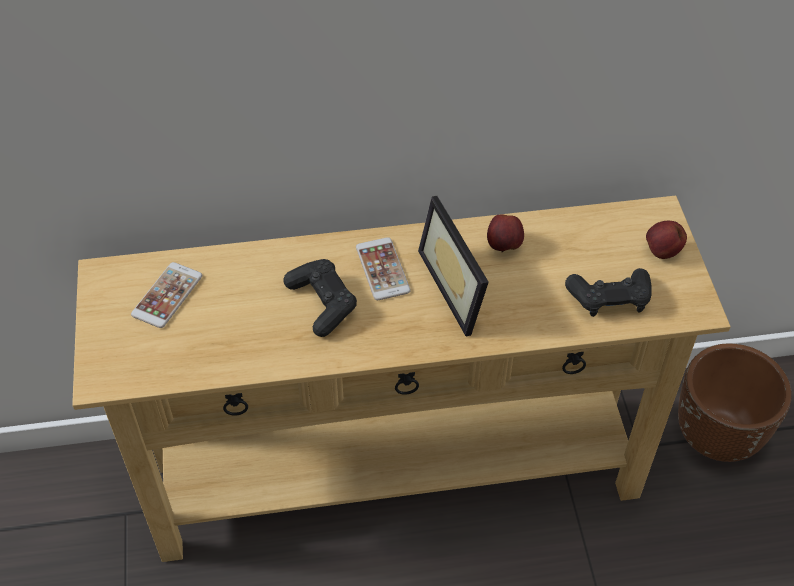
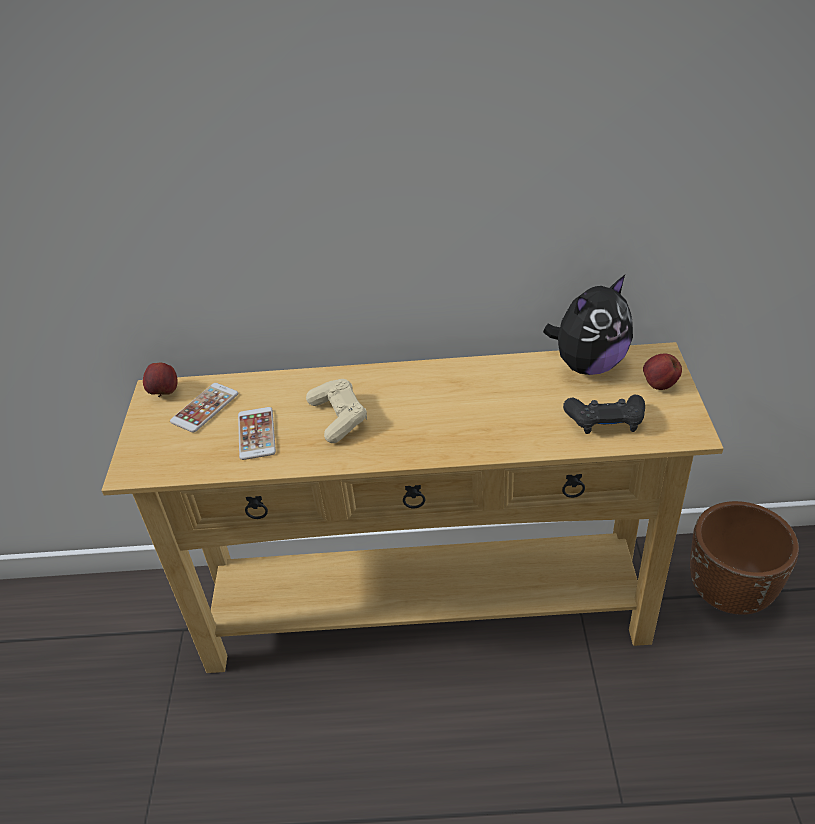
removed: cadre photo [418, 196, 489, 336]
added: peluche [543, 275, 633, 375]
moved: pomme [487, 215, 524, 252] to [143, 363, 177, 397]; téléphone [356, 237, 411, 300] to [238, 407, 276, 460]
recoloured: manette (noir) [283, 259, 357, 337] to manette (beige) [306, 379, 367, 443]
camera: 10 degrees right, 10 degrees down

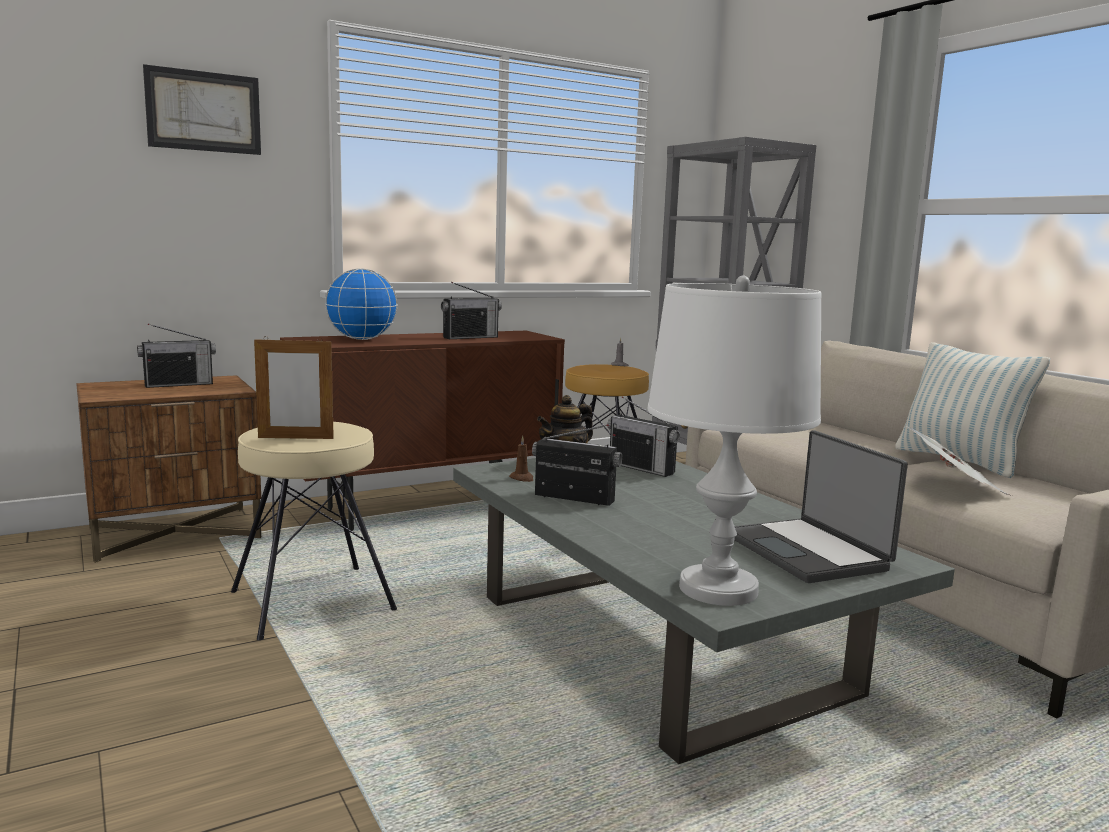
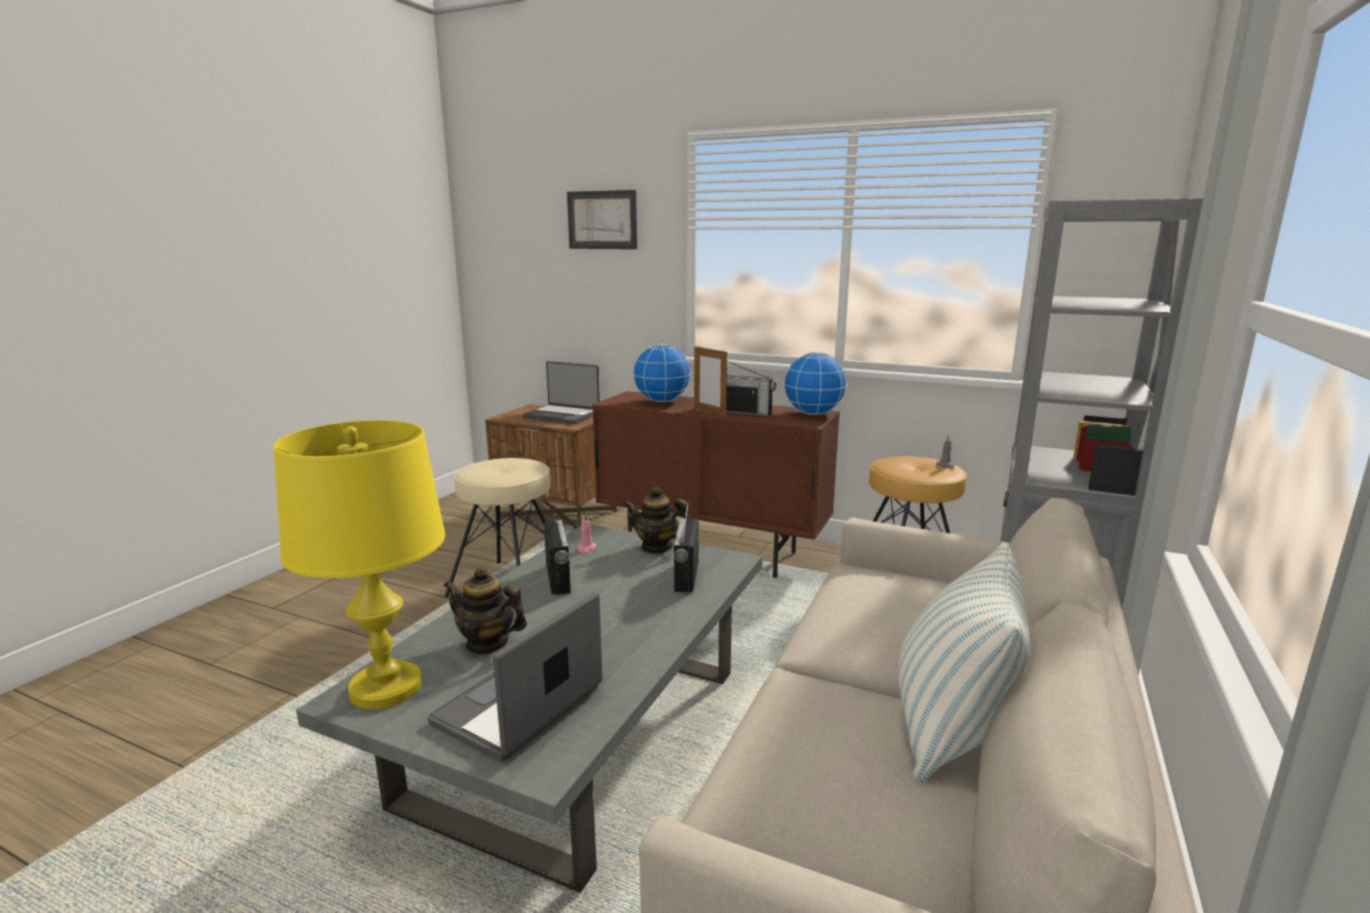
removed: journal [903, 425, 1012, 496]
added: théière [444, 567, 527, 655]; globe [784, 352, 847, 415]
moved: cadre photo [254, 336, 334, 439] to [694, 346, 727, 417]
replaced: radio [137, 324, 216, 388] to ordinateur portable [522, 361, 600, 424]
recoloured: lampe de table (blanc) [647, 276, 822, 606] to lampe de table (jaune) [274, 420, 445, 709]; bougie (marron) [509, 436, 533, 482] to bougie (rose) [577, 513, 597, 554]
camera: 55 degrees right, 5 degrees up

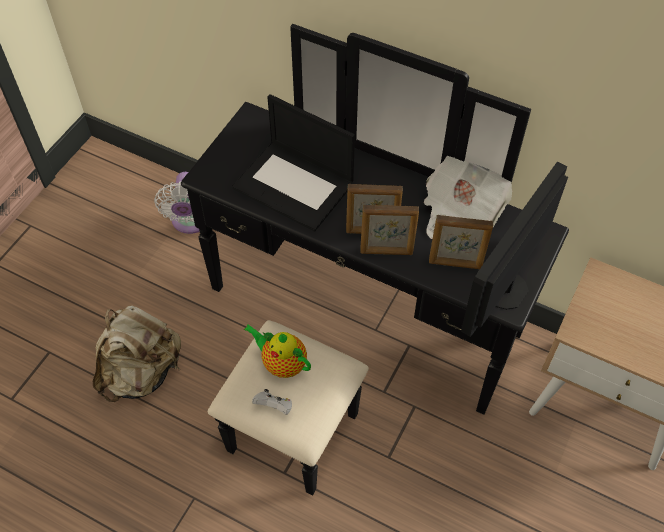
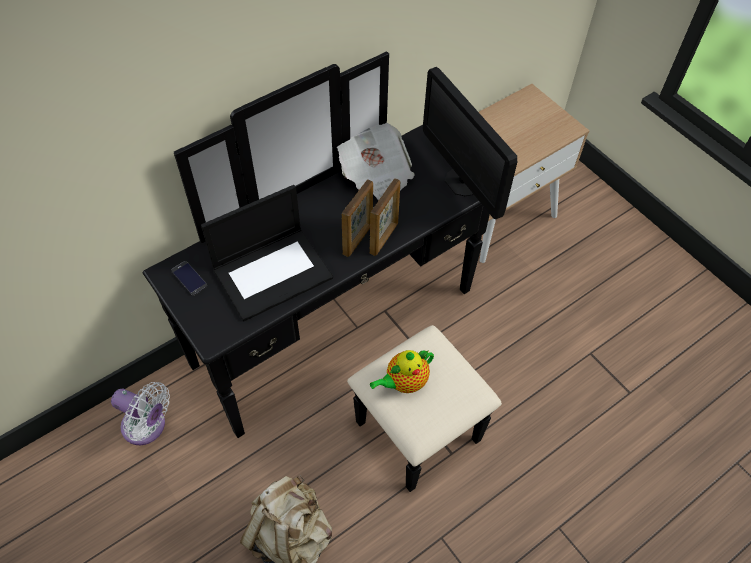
removed: manette (blanc) [252, 389, 292, 415]; cadre photo [429, 215, 493, 269]
added: téléphone [171, 261, 207, 295]
camera: 65 degrees left, 0 degrees up

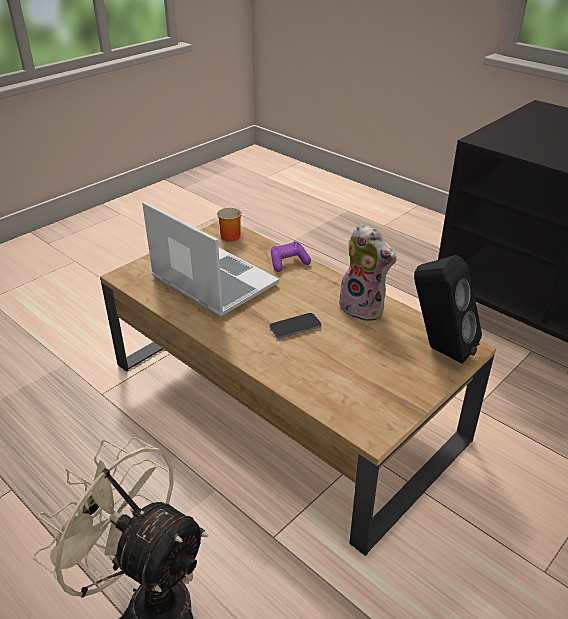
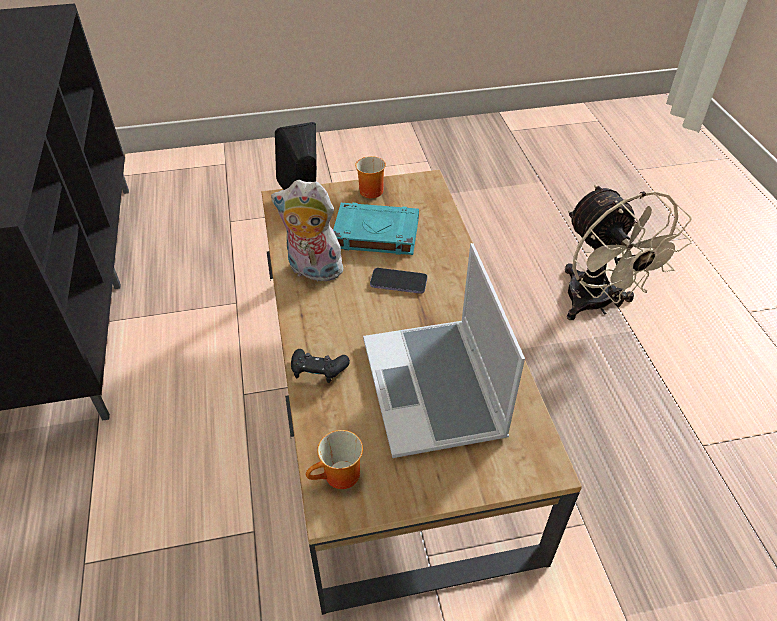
added: livre (turquoise) [333, 203, 419, 255]; mug [355, 156, 386, 198]
recoloured: manette (violet) [271, 241, 311, 272] to manette (noir) [291, 349, 350, 383]
turned: peluche [339, 223, 397, 322] = [271, 180, 346, 281] 60 degrees counterclockwise
camera: 145 degrees left, 10 degrees up

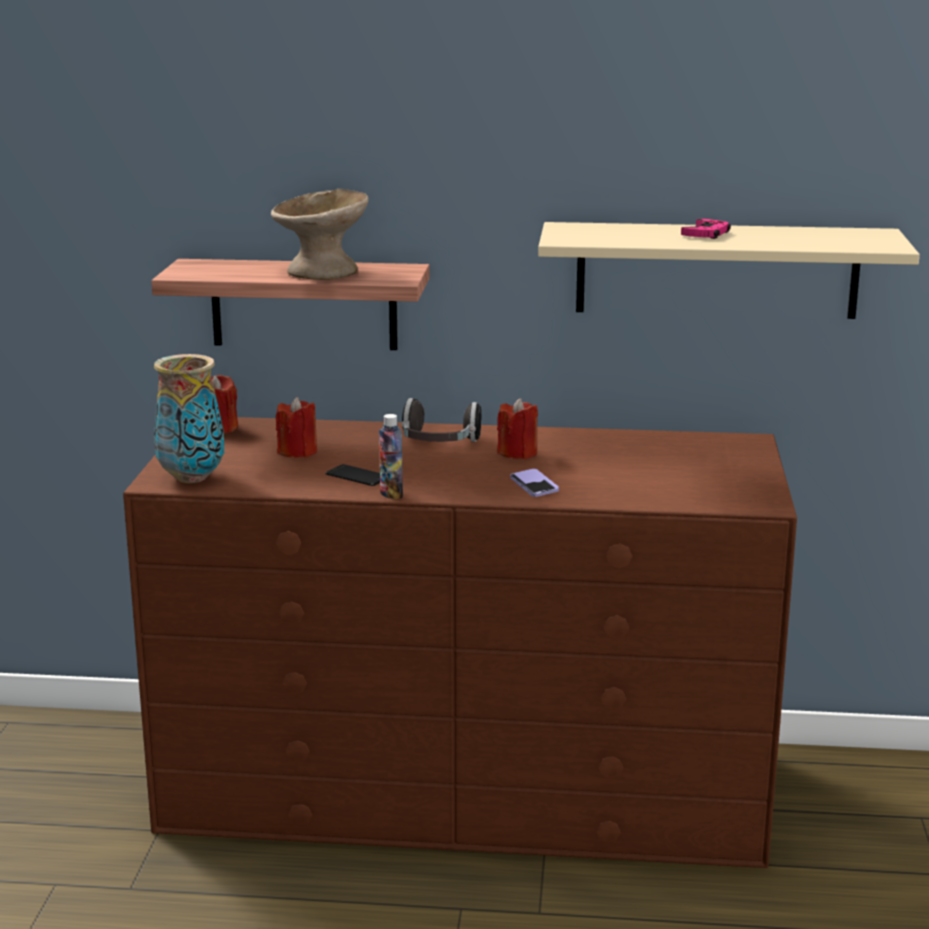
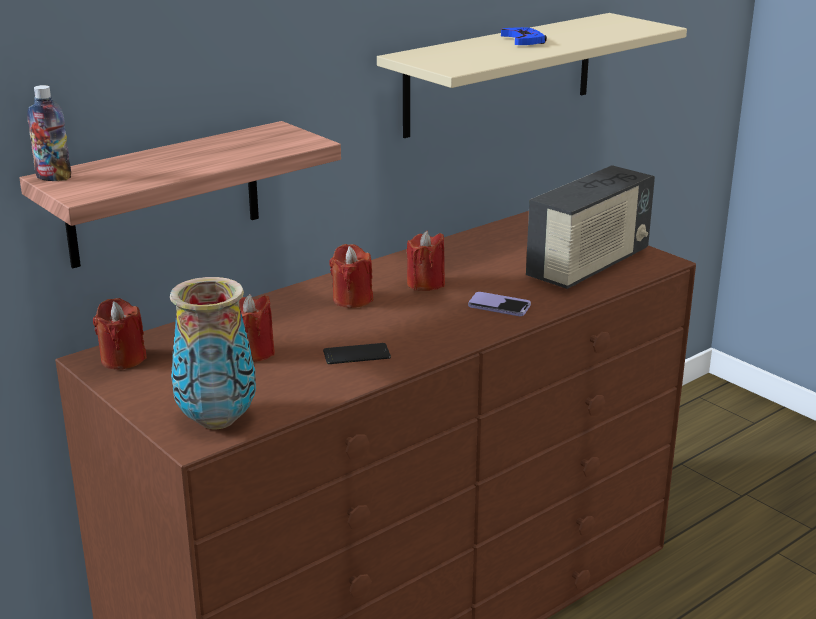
removed: bol (beige) [271, 189, 369, 280]
added: radio [526, 165, 655, 289]
moved: bouteille [379, 414, 403, 500] to [27, 85, 71, 181]
replaced: casque audio [401, 398, 481, 442] to bougie (rouge) [330, 244, 373, 308]
recoloured: manette (rose) [681, 219, 731, 239] to manette (bleu) [501, 27, 547, 45]
camera: 45 degrees left, 5 degrees up

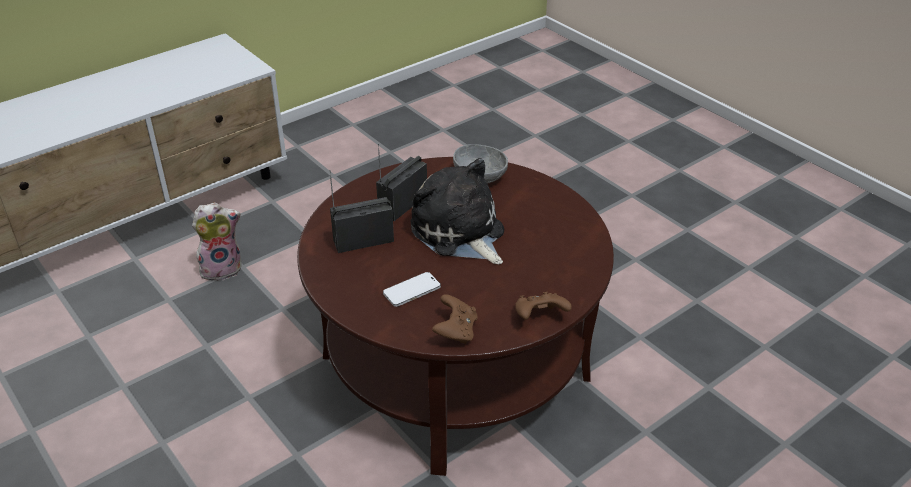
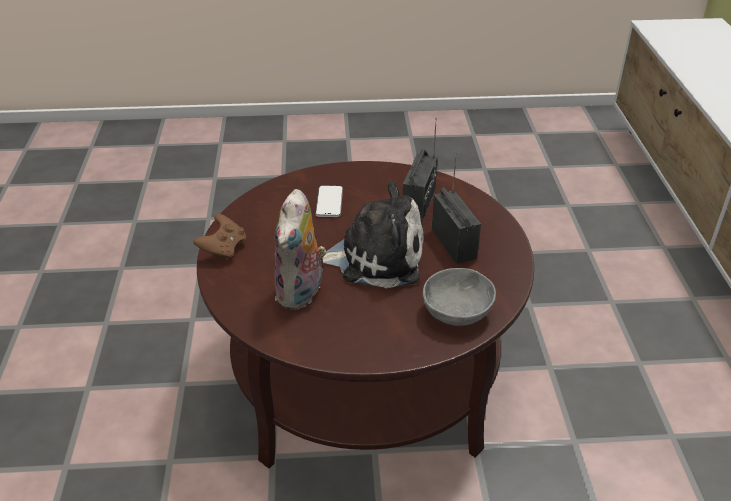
removed: manette (marron) [432, 294, 478, 344]
moved: peluche [192, 202, 242, 281] to [274, 189, 327, 310]
camera: 125 degrees right, 0 degrees up

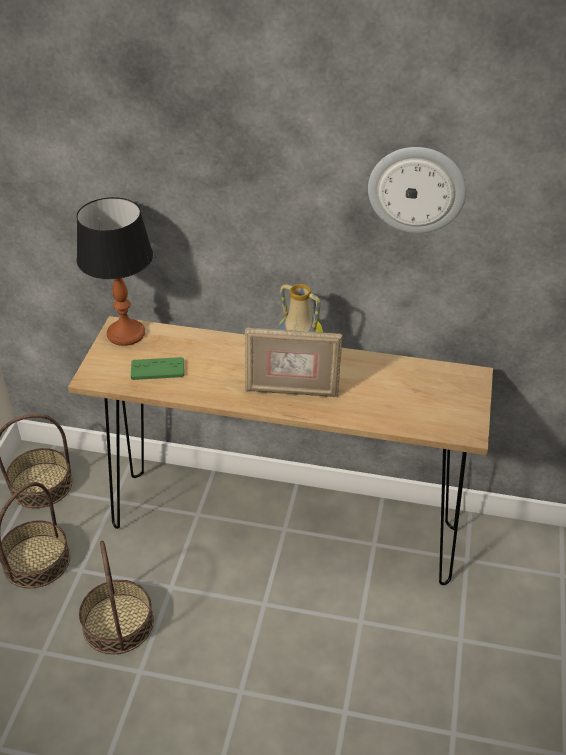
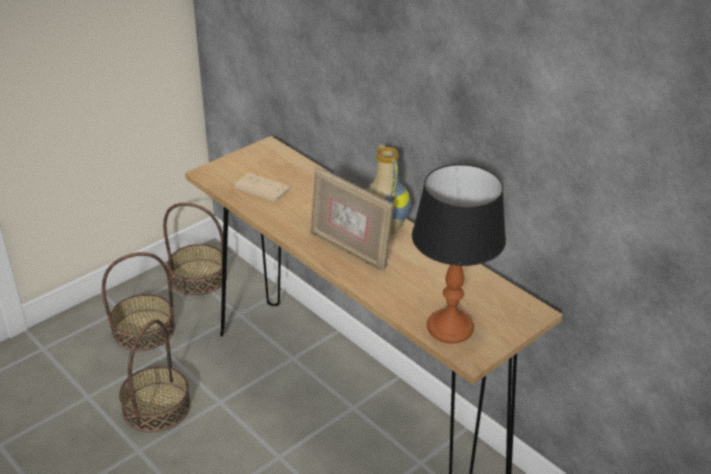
removed: horloge murale [368, 147, 466, 233]
moved: lampe de table [77, 197, 153, 346] to [412, 164, 506, 343]
recoloured: manette (vert) [131, 357, 184, 380] to manette (beige) [235, 173, 290, 202]
camera: 35 degrees right, 5 degrees down

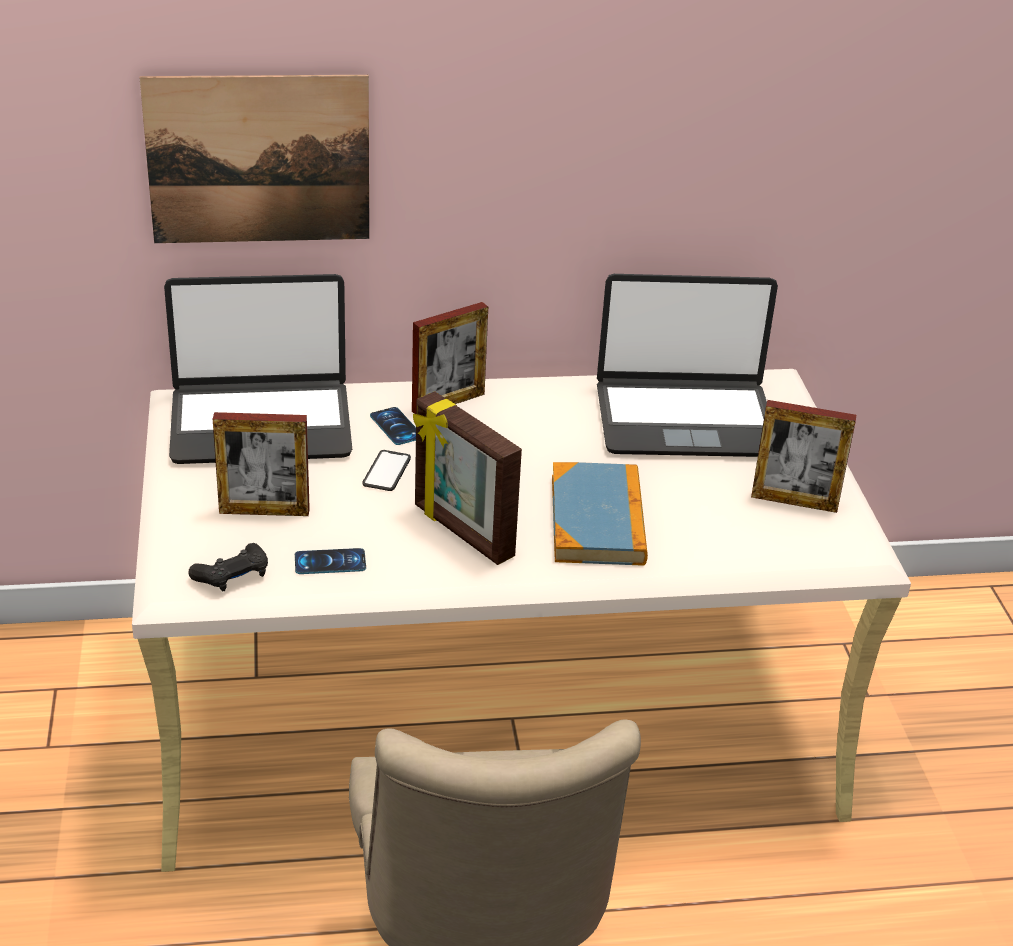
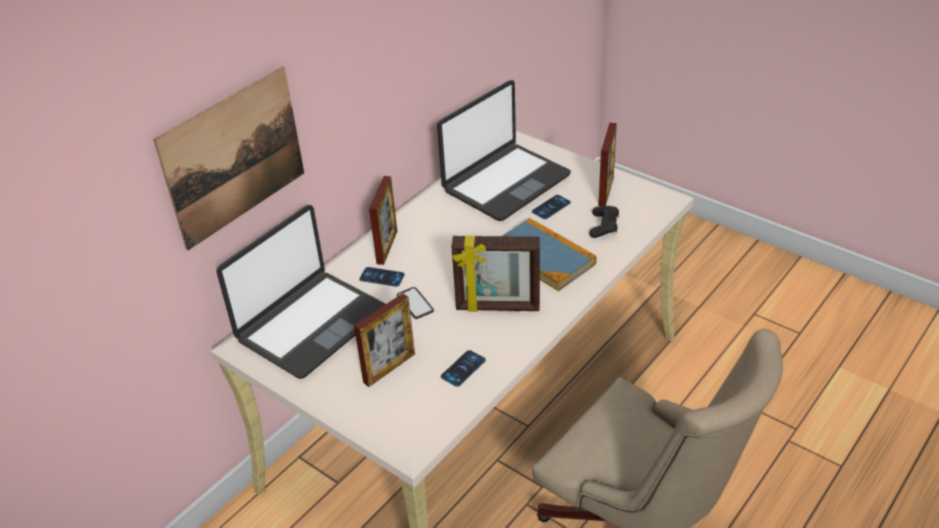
added: téléphone [532, 195, 571, 219]
moved: manette (noir) [188, 543, 268, 591] to [589, 206, 619, 238]
turned: cadre photo [751, 400, 856, 513] = [598, 123, 617, 206] 45 degrees counterclockwise
camera: 40 degrees left, 5 degrees up

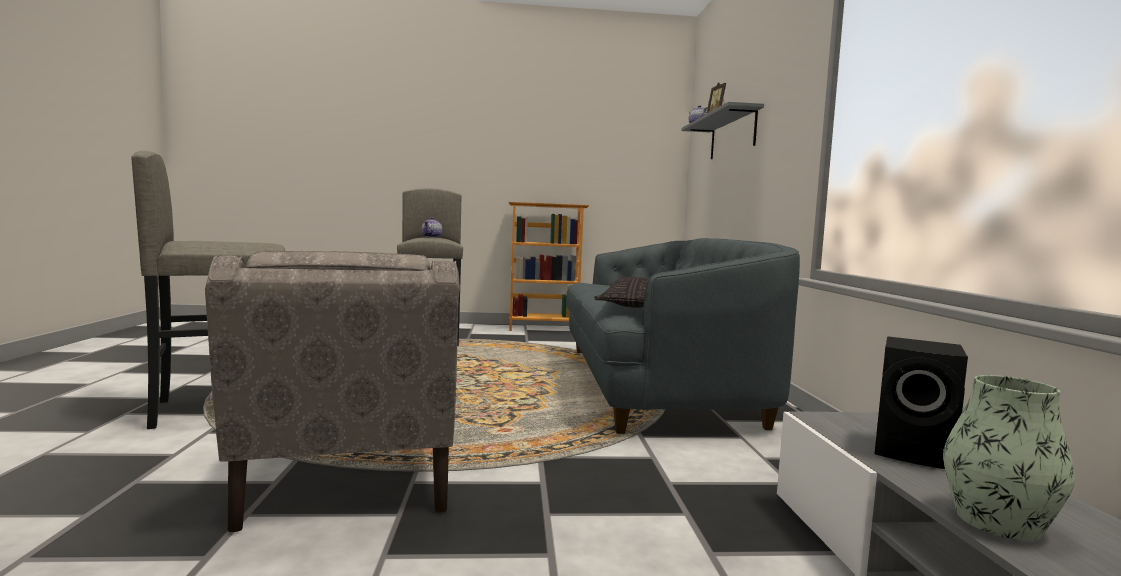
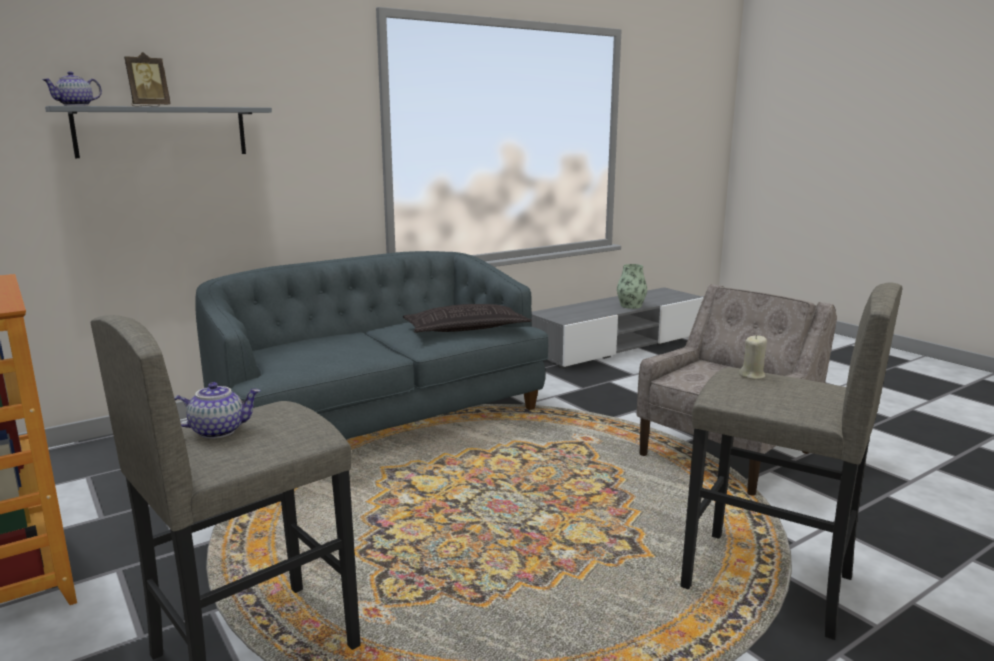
removed: enceinte (noir) [875, 336, 968, 469]
added: bougie (beige) [739, 335, 767, 379]
camera: 120 degrees left, 10 degrees up

